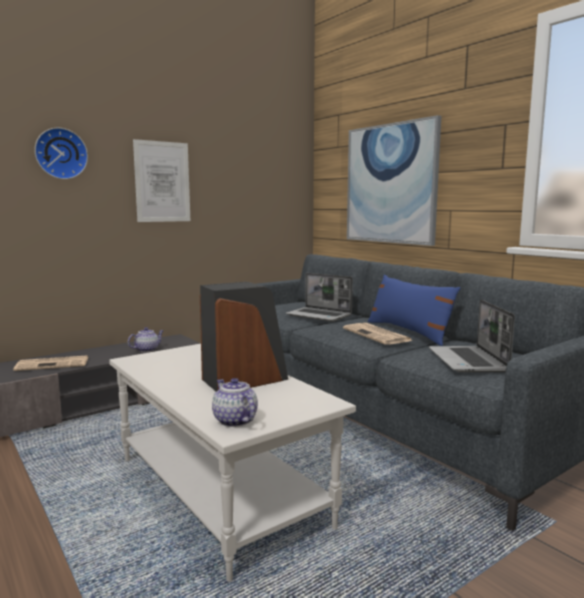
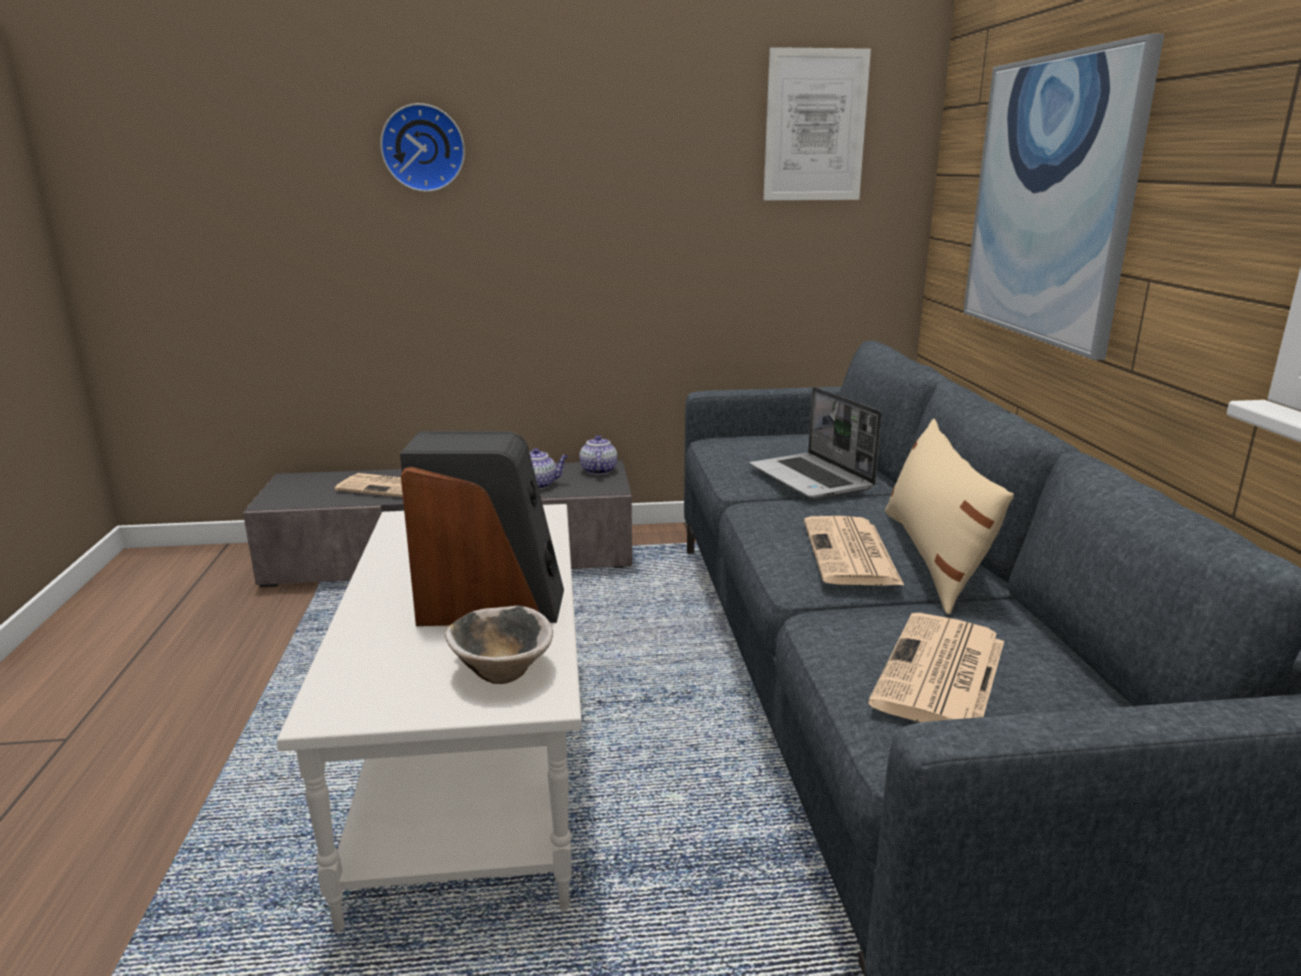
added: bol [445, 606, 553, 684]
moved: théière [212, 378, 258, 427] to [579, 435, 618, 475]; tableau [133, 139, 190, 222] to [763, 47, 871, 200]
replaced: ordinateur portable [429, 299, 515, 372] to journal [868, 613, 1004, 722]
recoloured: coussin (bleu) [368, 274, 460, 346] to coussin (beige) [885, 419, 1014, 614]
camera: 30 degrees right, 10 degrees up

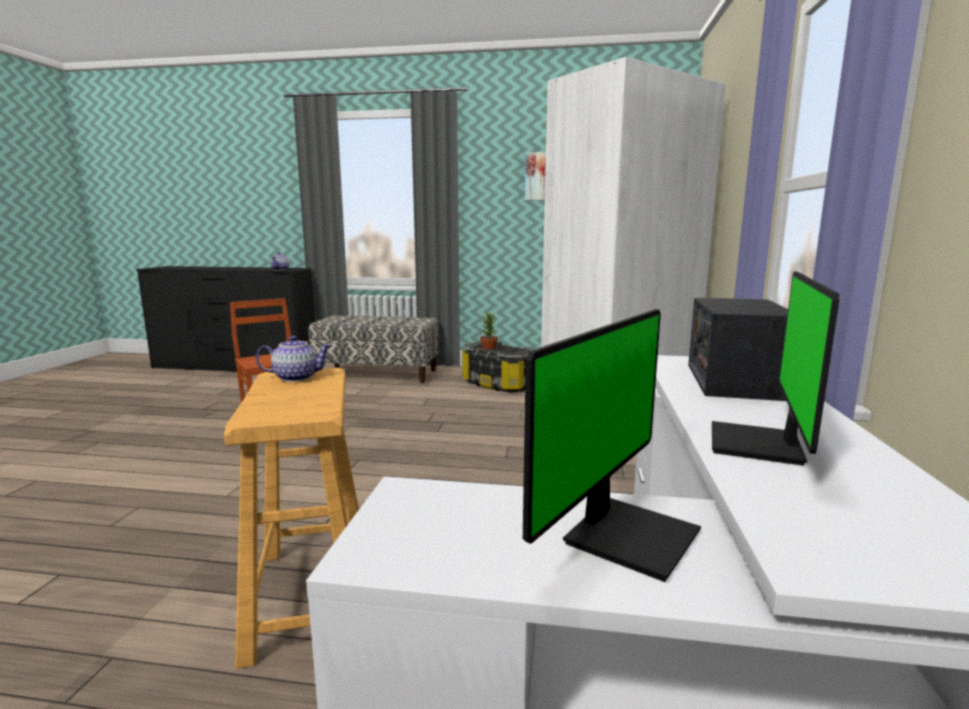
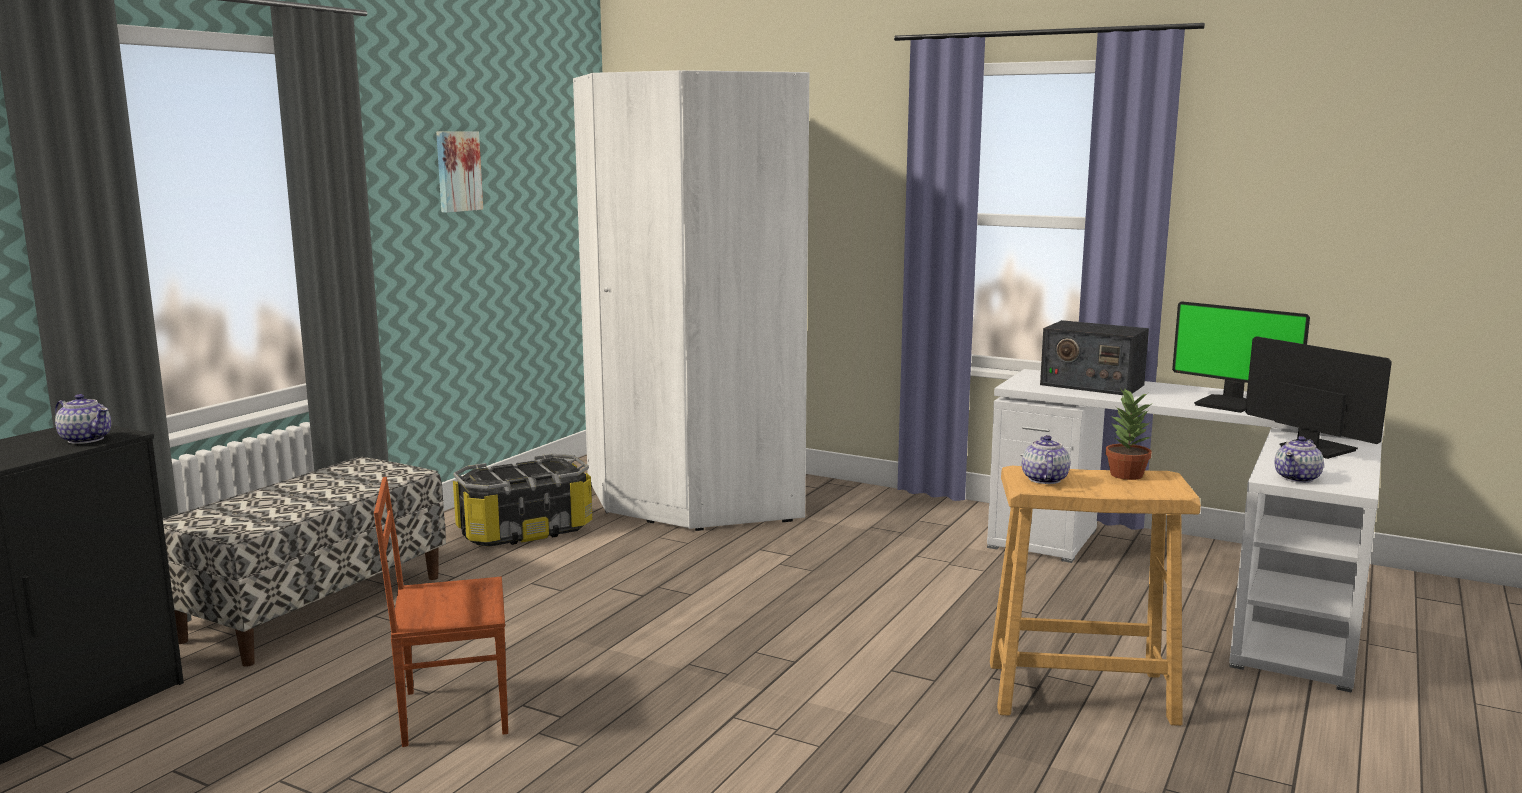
added: théière [1274, 436, 1324, 483]
moved: plante en pot [480, 311, 498, 349] to [1106, 388, 1153, 480]
camera: 70 degrees left, 0 degrees up

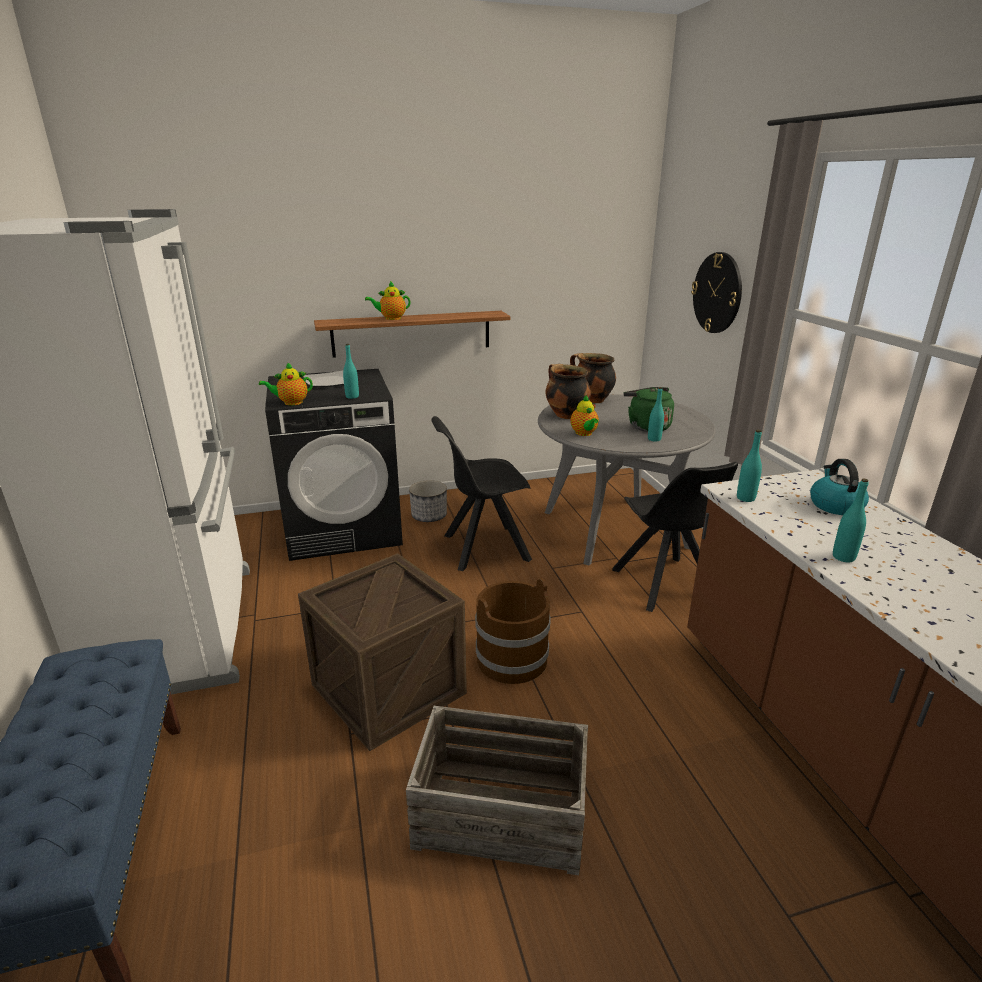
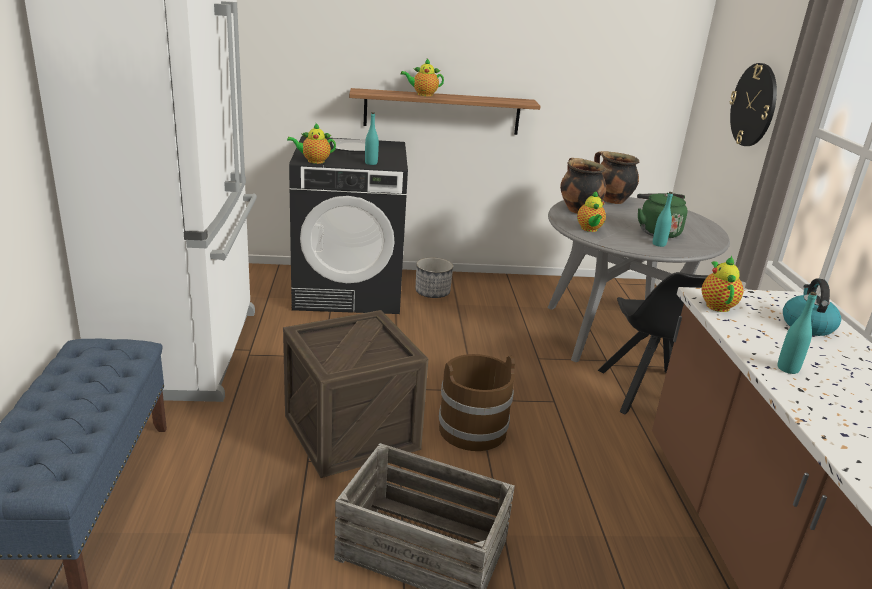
removed: chaise (noir) [431, 416, 532, 571]
replaced: bouteille (turquoise) [737, 430, 762, 502] to théière [702, 255, 744, 312]
camera: 10 degrees right, 0 degrees up

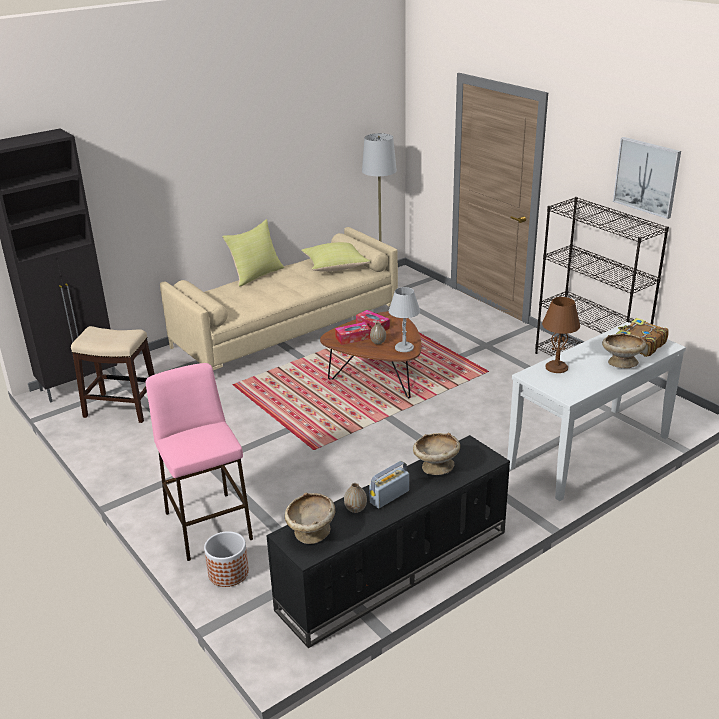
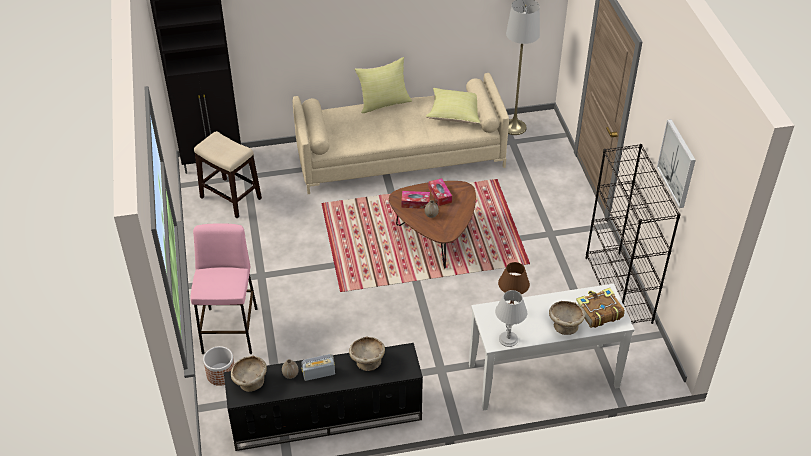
moved: lampe de table (gris) [389, 287, 420, 352] to [495, 290, 527, 347]
camera: 25 degrees right, 15 degrees up

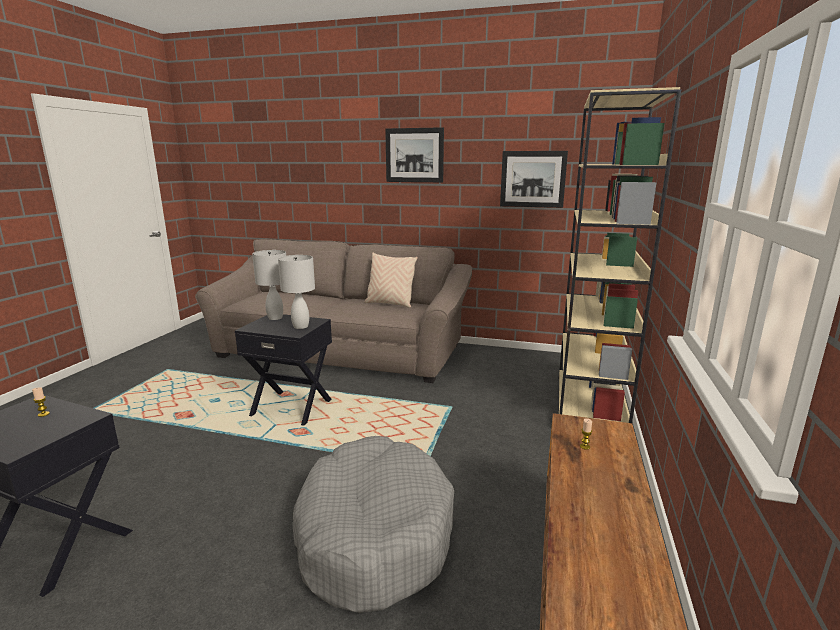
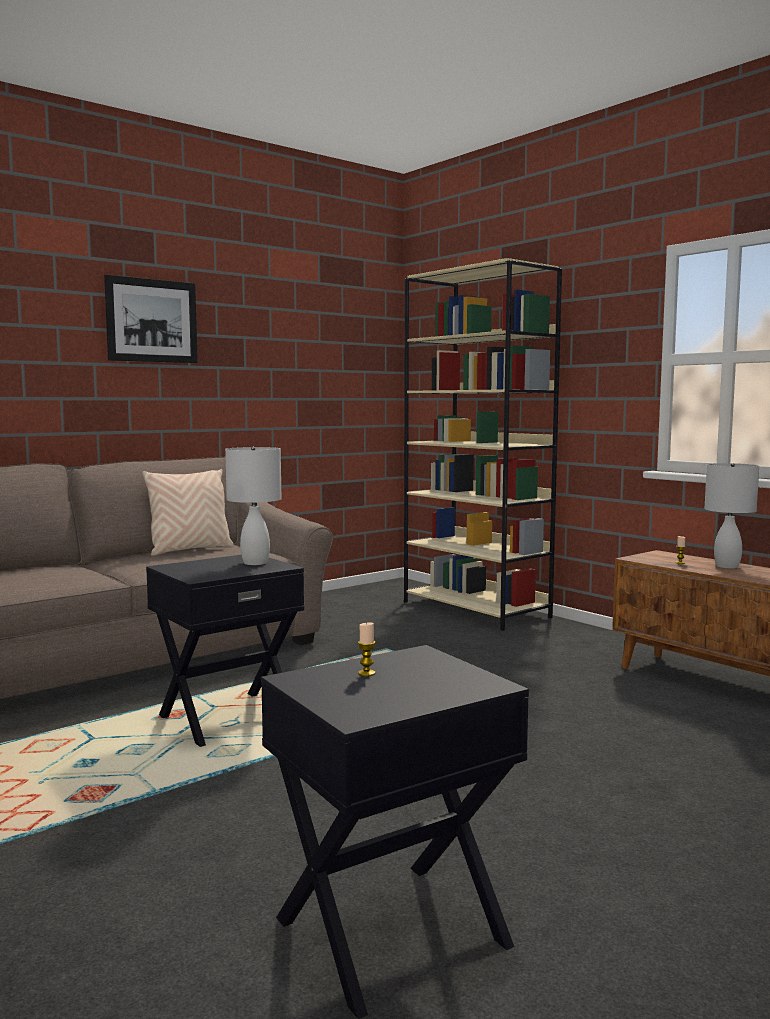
removed: panier pour chien (gris) [292, 436, 454, 613]; tableau [500, 151, 568, 208]
moved: lampe de table (blanc) [252, 250, 286, 320] to [704, 463, 759, 568]
camera: 55 degrees left, 10 degrees down

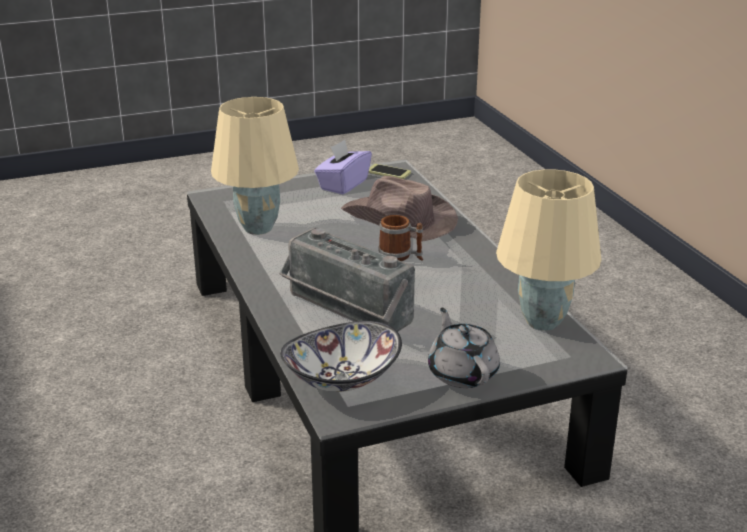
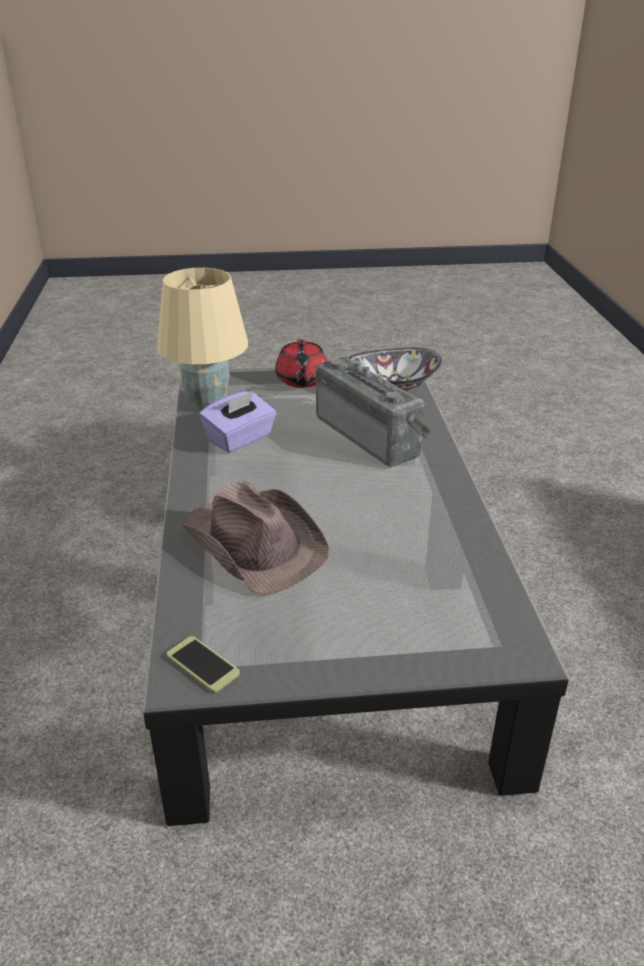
removed: lampe de table (beige) [211, 97, 299, 235]; mug [378, 215, 423, 261]
moved: boîte à mouchoirs (violet) [314, 139, 372, 194] to [199, 391, 277, 453]
recoloured: théière (gris) [428, 307, 500, 388] to théière (rouge) [275, 339, 327, 388]
camera: 165 degrees left, 5 degrees up

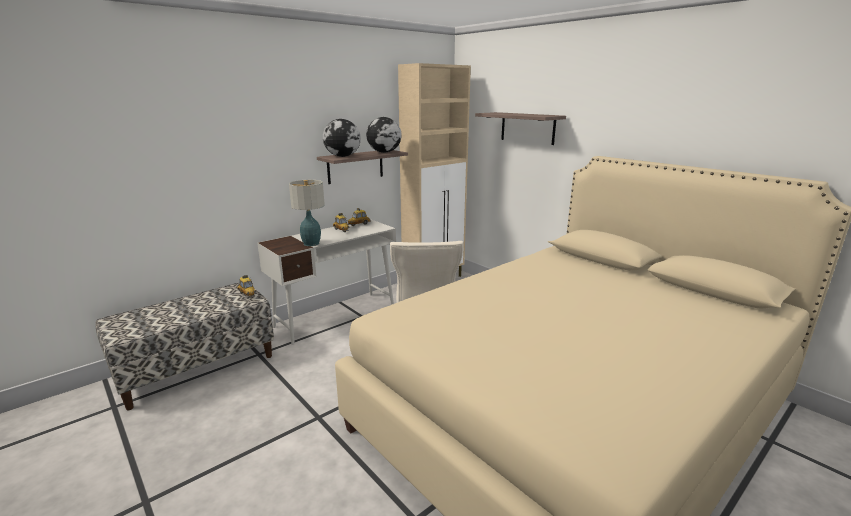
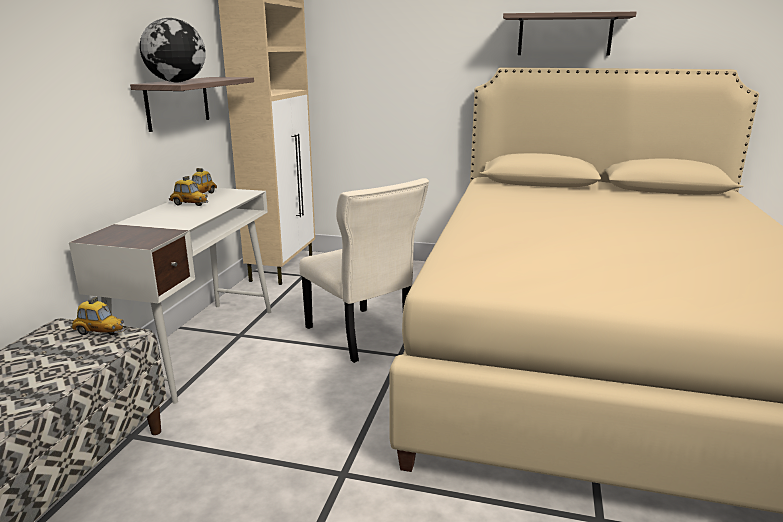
removed: lampe de table [289, 180, 325, 246]; globe [366, 117, 402, 153]
moved: étagère [475, 112, 566, 145] to [503, 12, 637, 56]
camera: 35 degrees left, 0 degrees up

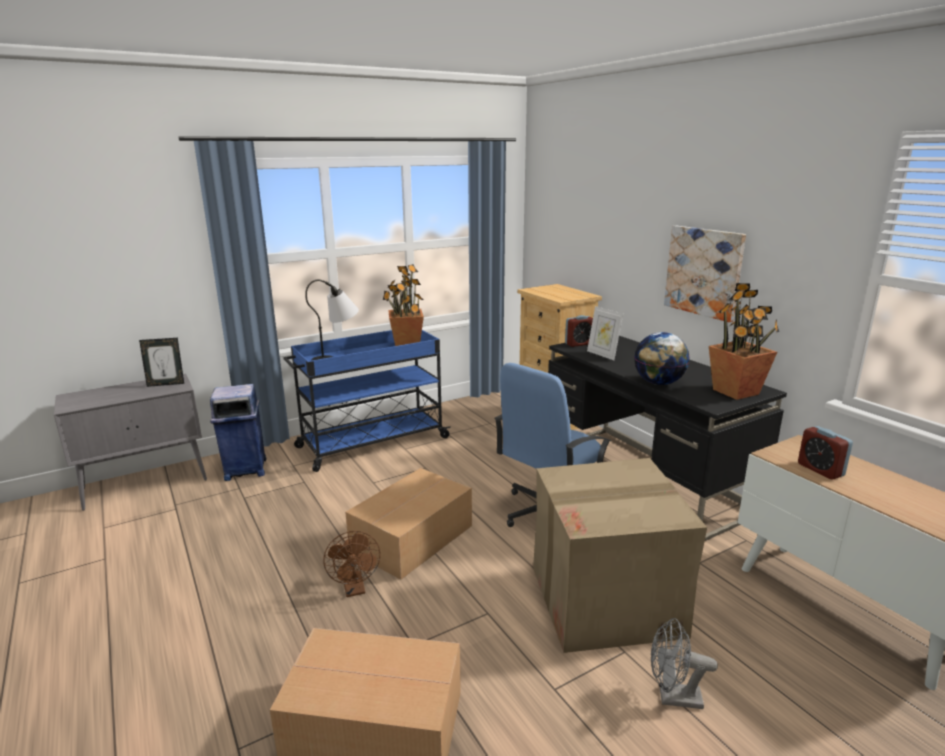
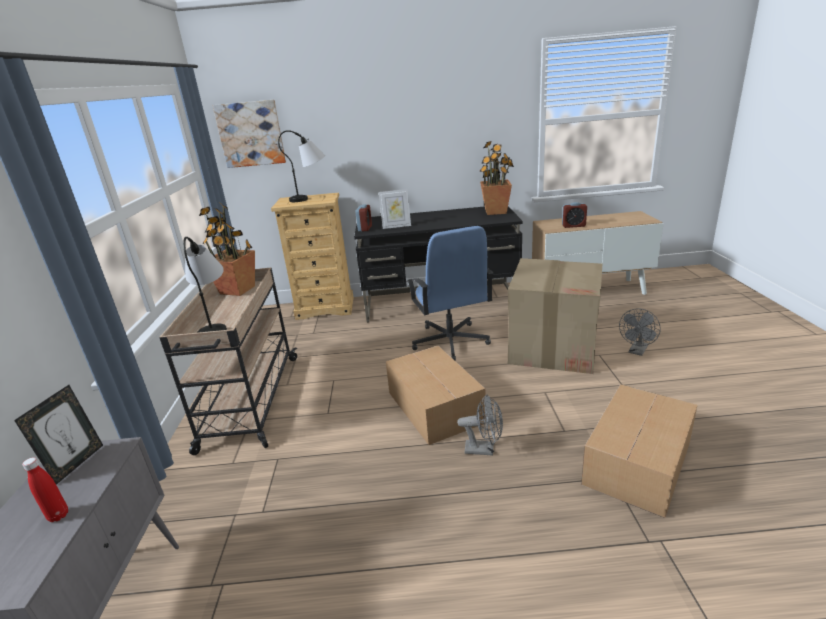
removed: poubelle (bleu) [210, 384, 267, 481]; globe [634, 332, 690, 385]
added: bouteille (rouge) [22, 457, 68, 522]; lampe de table [278, 130, 325, 202]
moved: tableau [664, 226, 746, 322] to [213, 100, 286, 168]
recoloured: chariot (bleu) [283, 330, 451, 472] to chariot (beige) [159, 268, 297, 455]; ventilateur (marron) [323, 531, 380, 597] to ventilateur (gris) [457, 394, 503, 456]
camera: 60 degrees left, 5 degrees up

